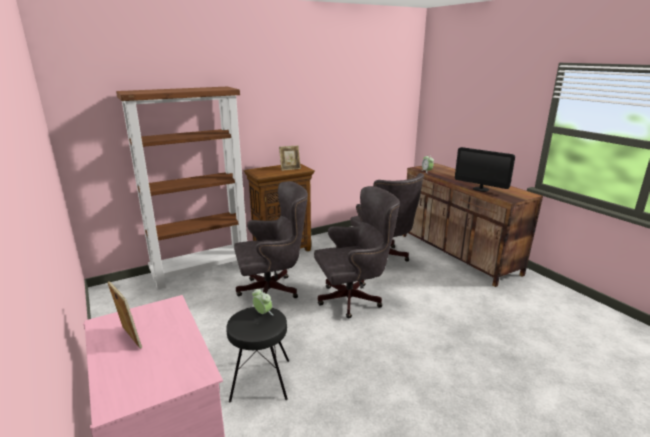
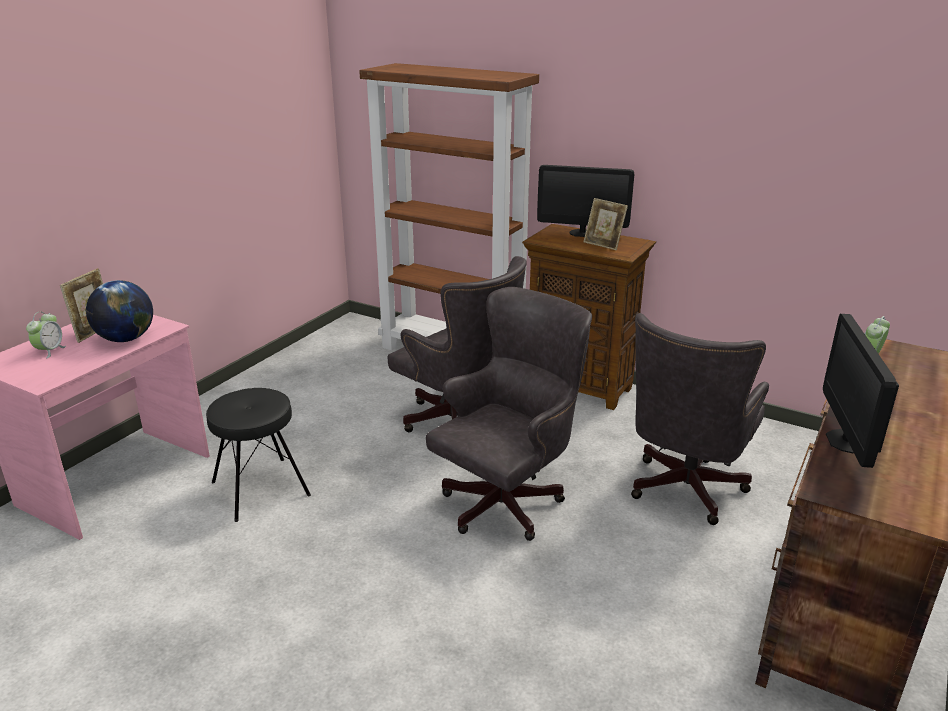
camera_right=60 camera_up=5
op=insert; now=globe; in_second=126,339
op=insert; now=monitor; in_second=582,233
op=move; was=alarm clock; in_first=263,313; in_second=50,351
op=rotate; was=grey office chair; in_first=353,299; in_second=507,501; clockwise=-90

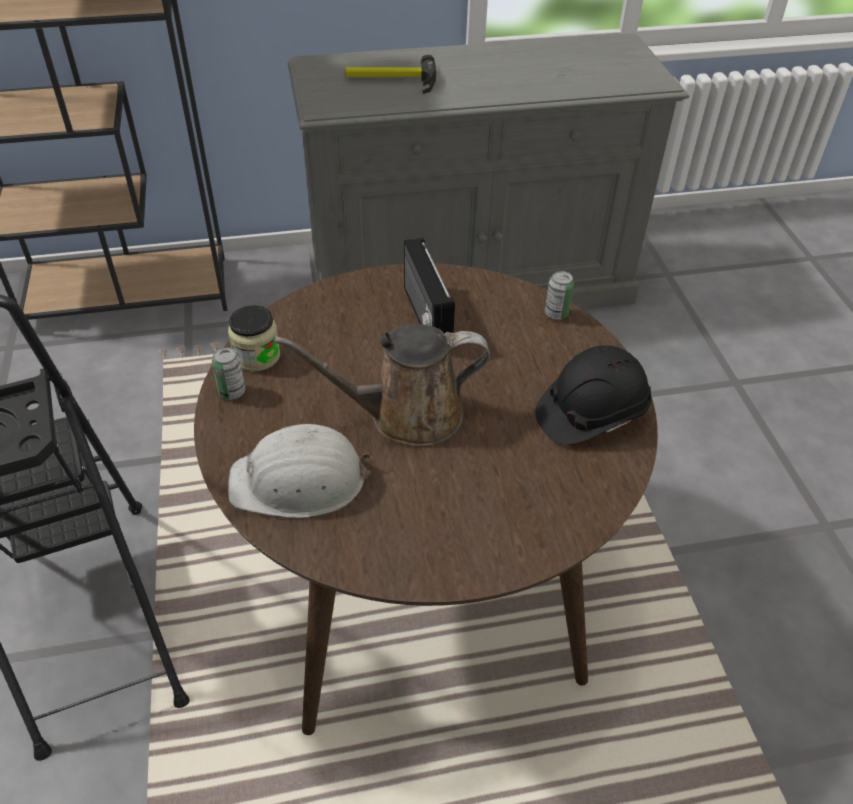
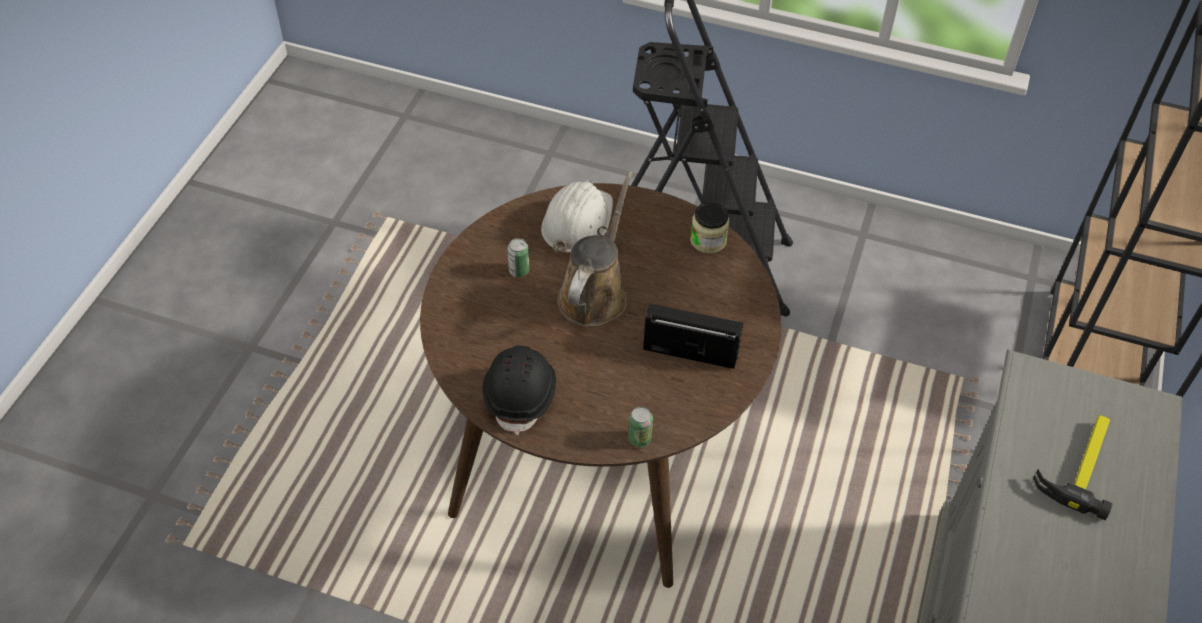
camera_right=120 camera_up=5
op=move; was=can; in_first=232,392; in_second=519,270

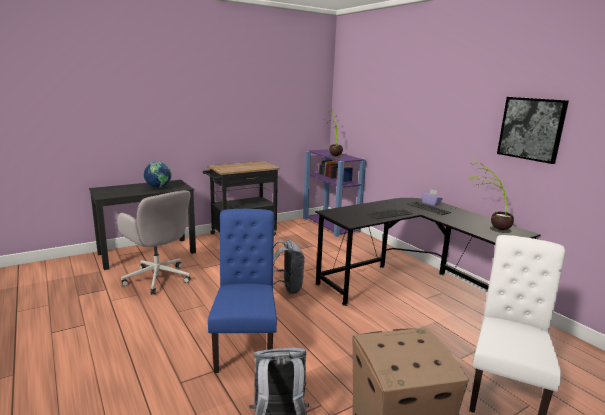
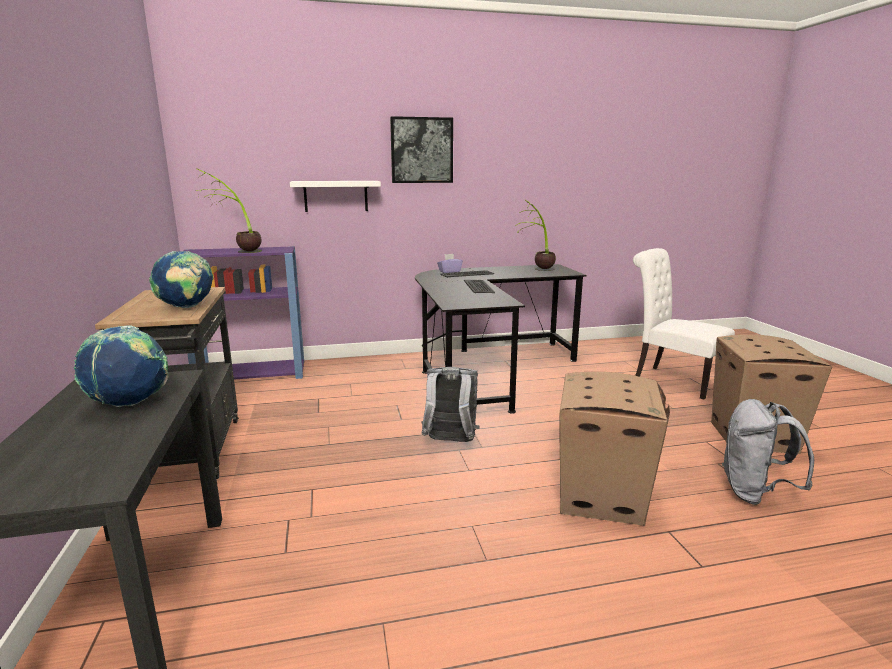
camera_right=-70 camera_up=0
op=delete; was=grey office chair; in_first=158,279
op=insert; now=globe; in_second=186,307
op=insert; now=white shelf; in_second=336,196
op=move; was=picture; in_first=531,129; in_second=421,150
op=replace; was=blue chair; now=cardboard box; in_first=245,344; in_second=602,496

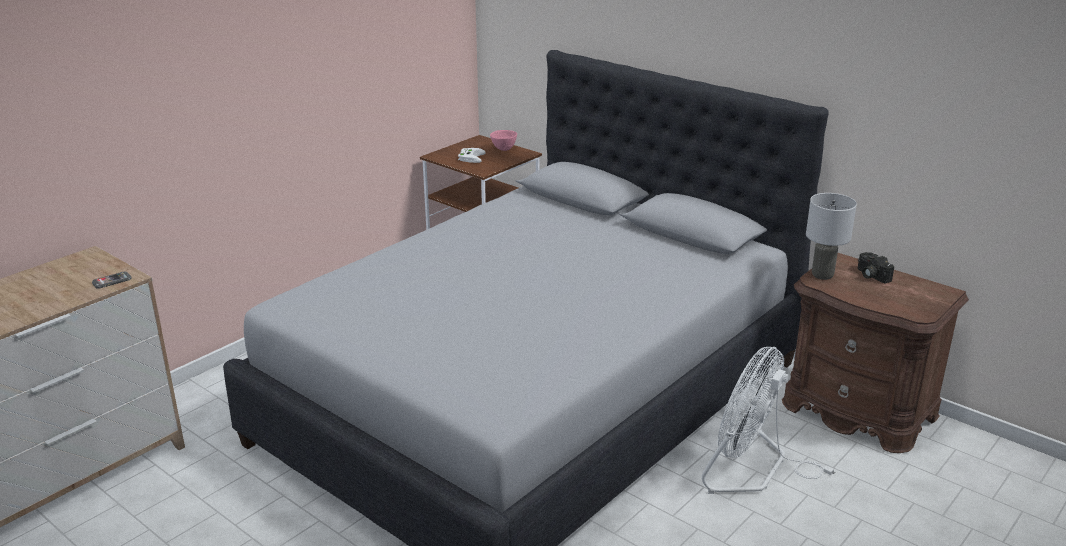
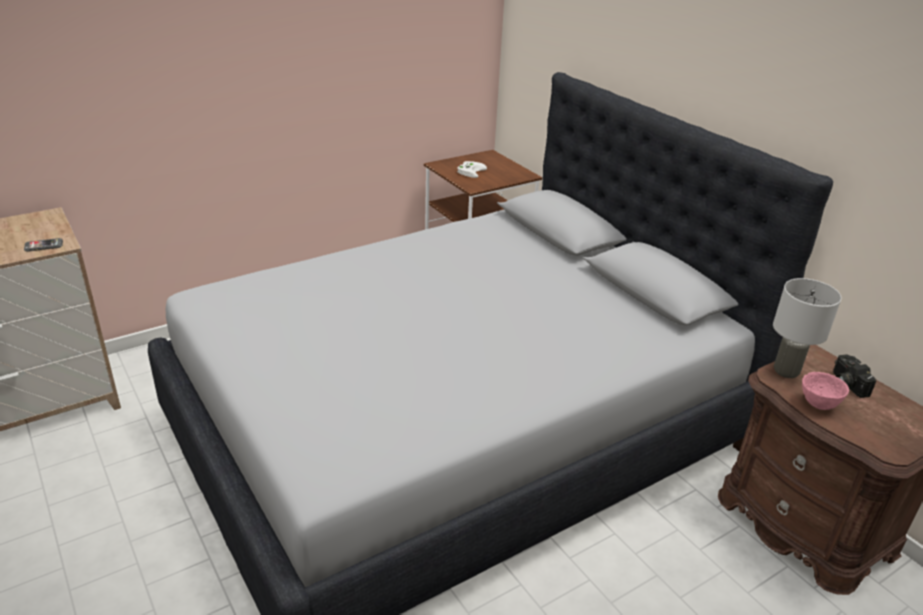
camera_right=15 camera_up=5
op=delete; was=white fan; in_first=758,465
op=move; was=pink bowl; in_first=504,149; in_second=819,405

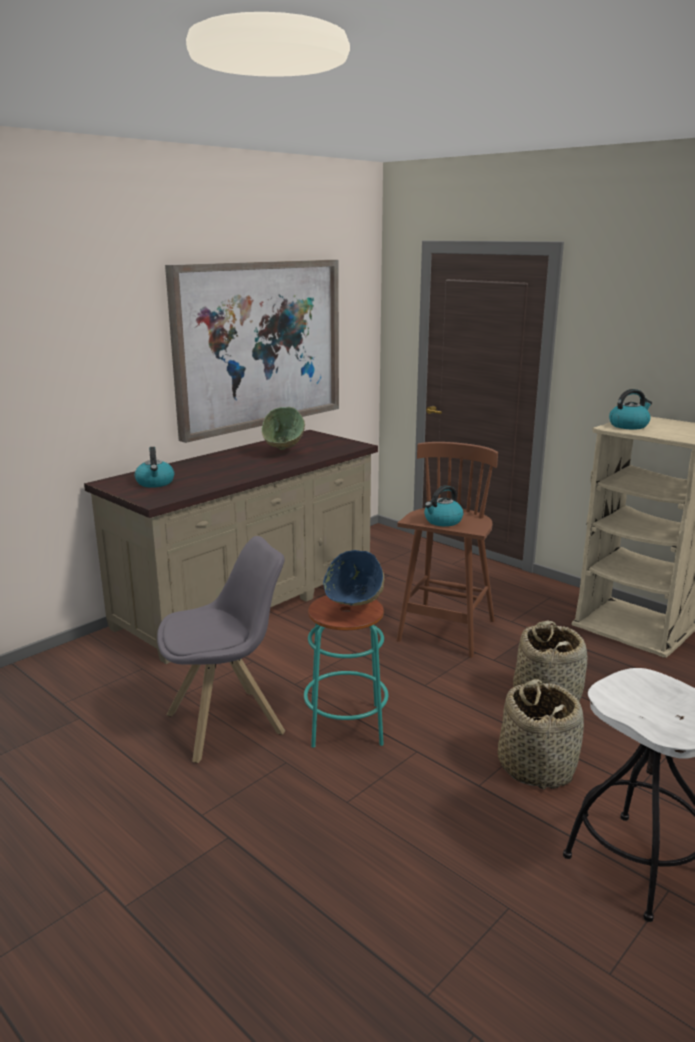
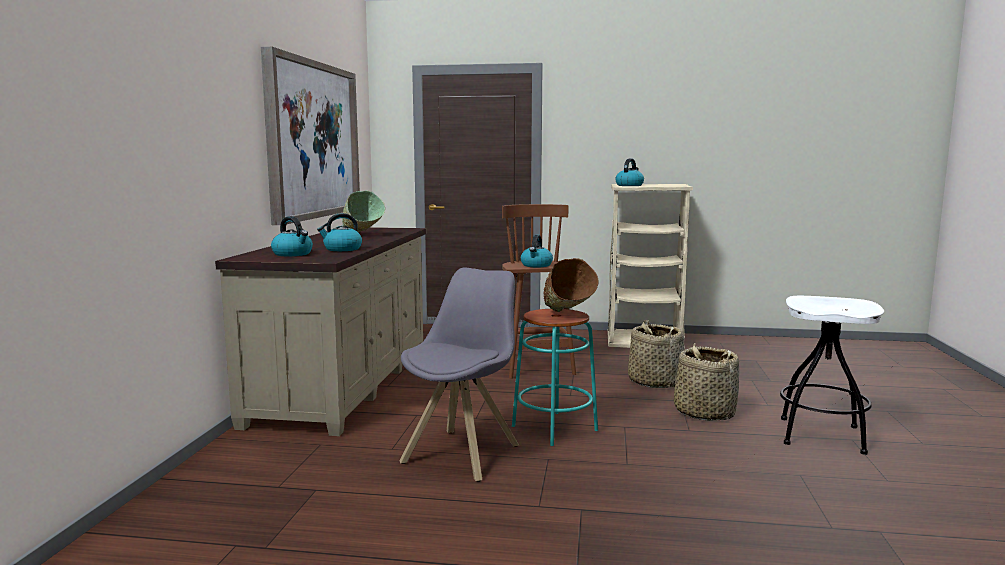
camera_right=-35 camera_up=-10
op=insert; now=kettle; in_second=342,249
op=recolor; was=blue bowl; now=brown bowl; in_first=357,612; in_second=567,315

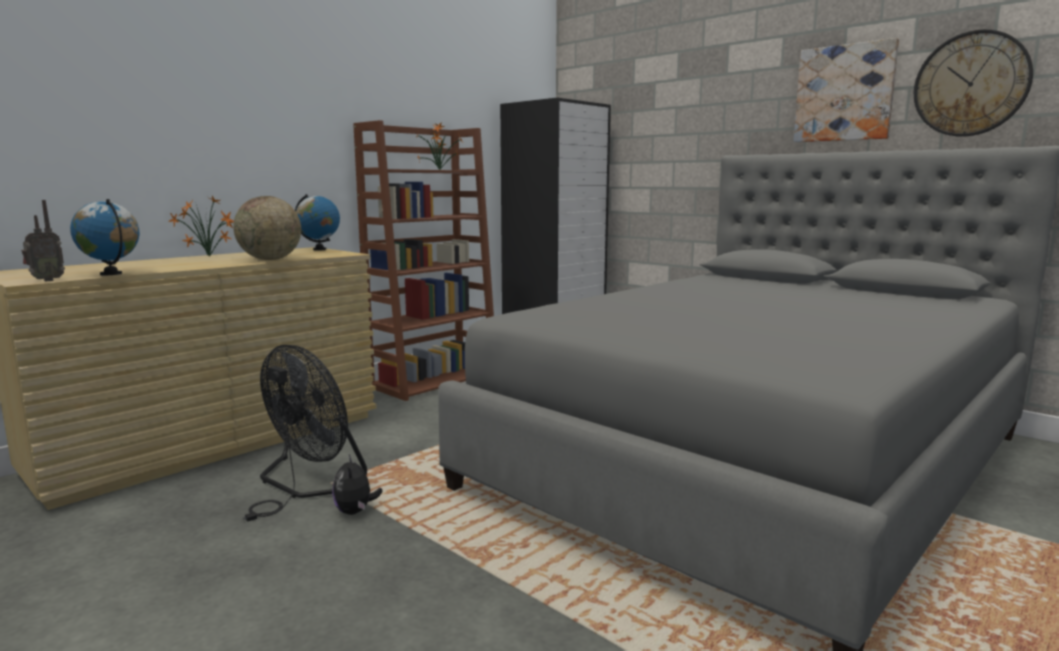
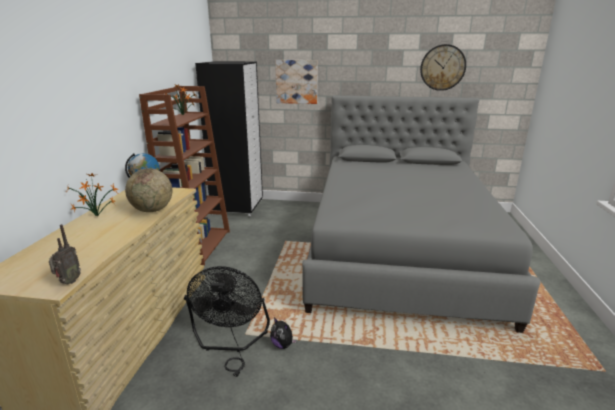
camera_right=-35 camera_up=10
op=delete; was=globe; in_first=111,274
op=move; was=picture; in_first=844,93; in_second=296,81

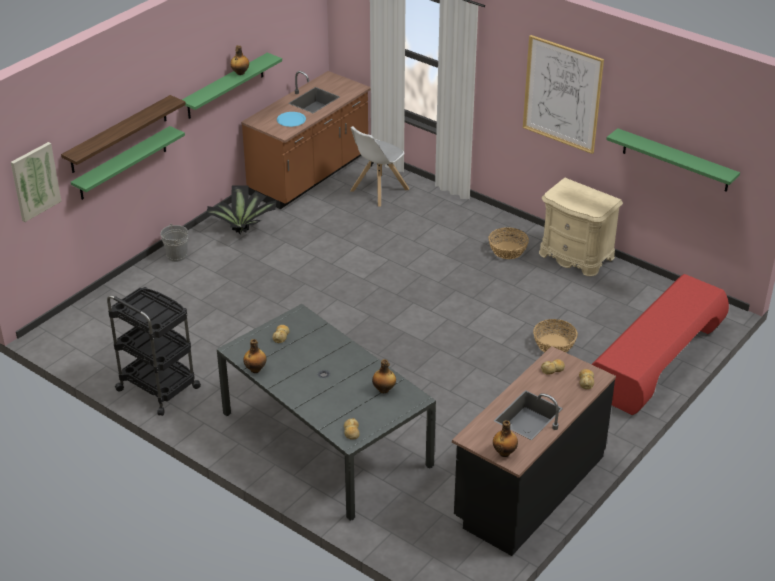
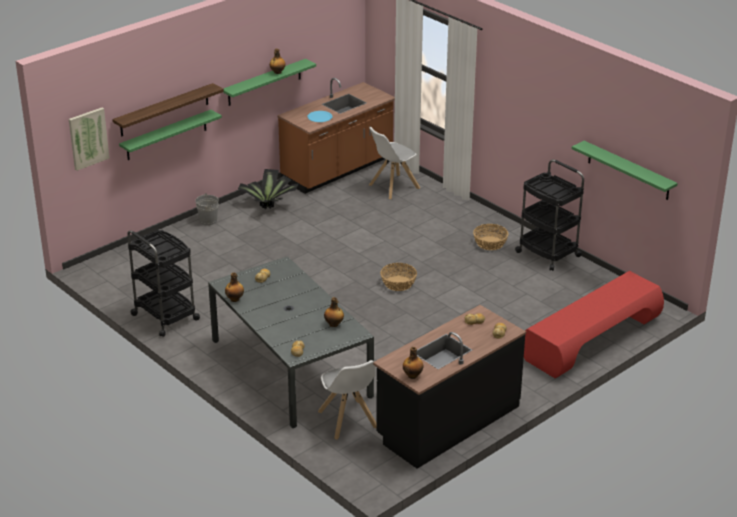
camera_right=10 camera_up=-5
op=delete; was=picture; in_first=562,94
op=insert; now=chair; in_second=348,421
op=move; was=basket; in_first=554,344; in_second=398,283
op=replace; was=beige nightstand; now=black cart; in_first=575,257; in_second=547,254

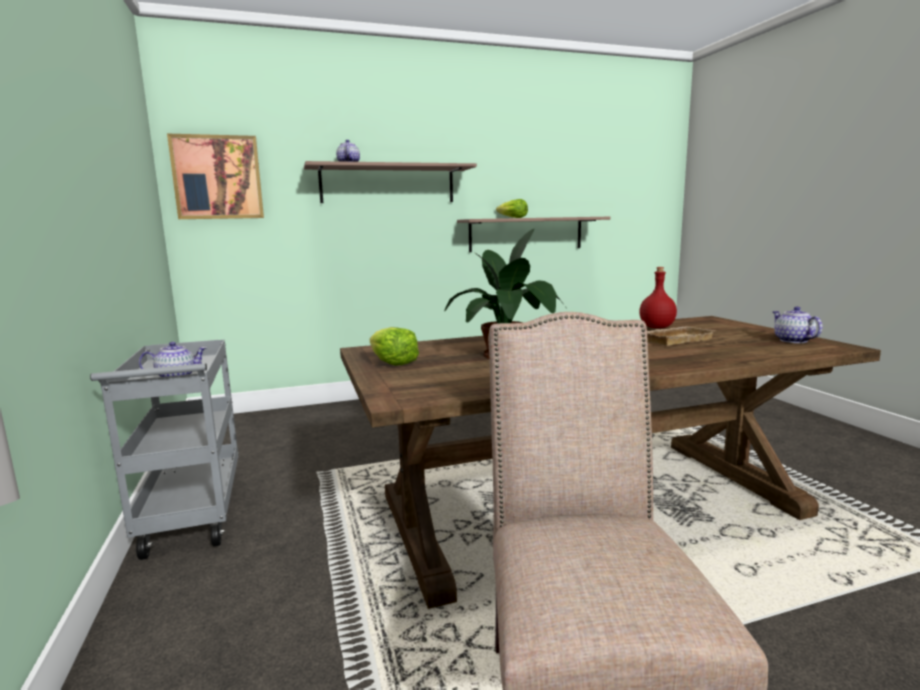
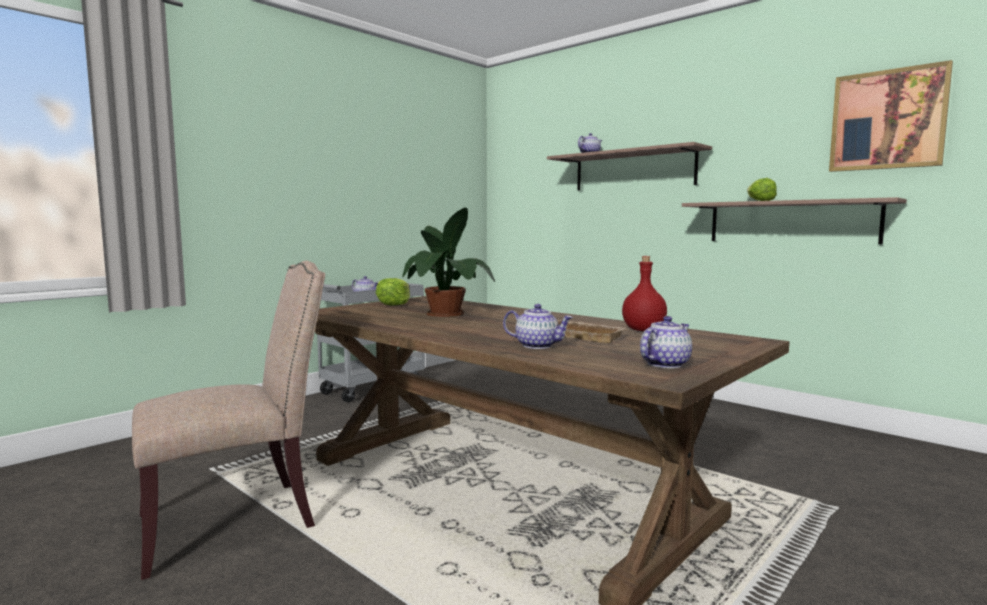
camera_right=60 camera_up=-5
op=insert; now=teapot; in_second=537,345
op=move; was=picture; in_first=217,177; in_second=887,120

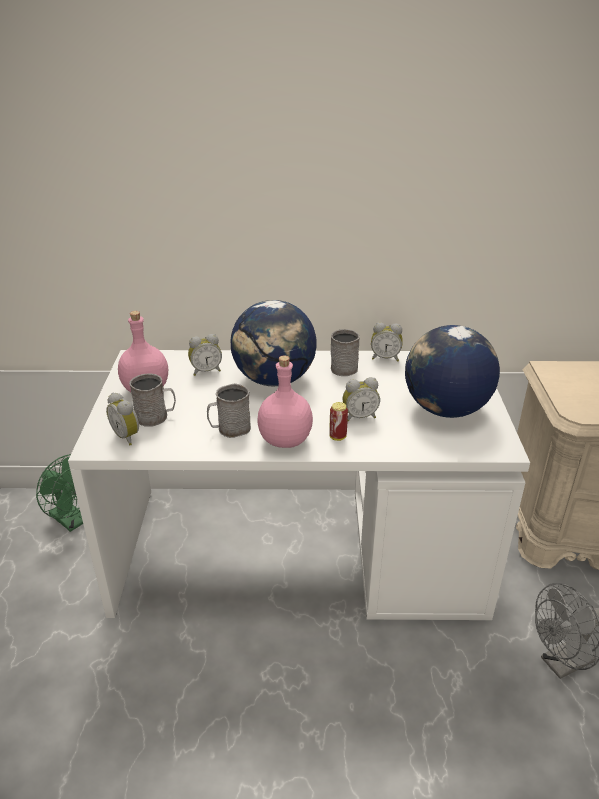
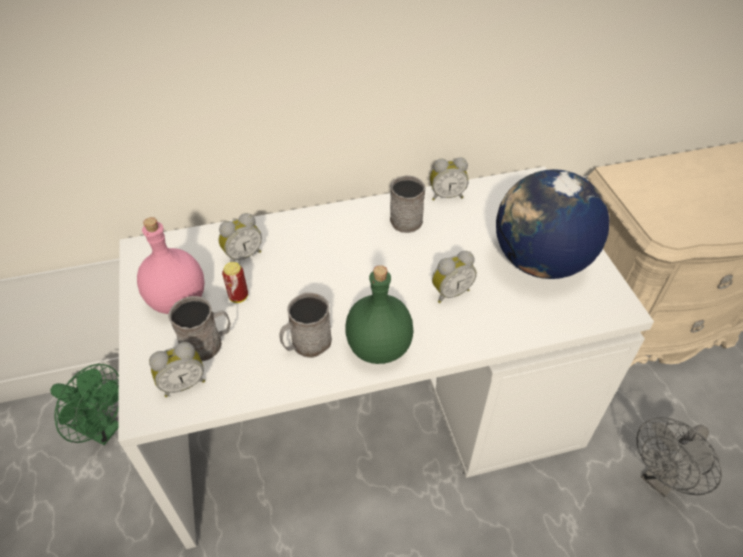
camera_right=-15 camera_up=15
op=delete; was=globe; in_first=274,380
op=move; was=can; in_first=337,437; in_second=238,297
op=recolor; was=pink bottle; now=green bottle; in_first=284,441; in_second=378,348
op=rotate; was=alarm clock; in_first=128,436; in_second=183,383; clockwise=-60

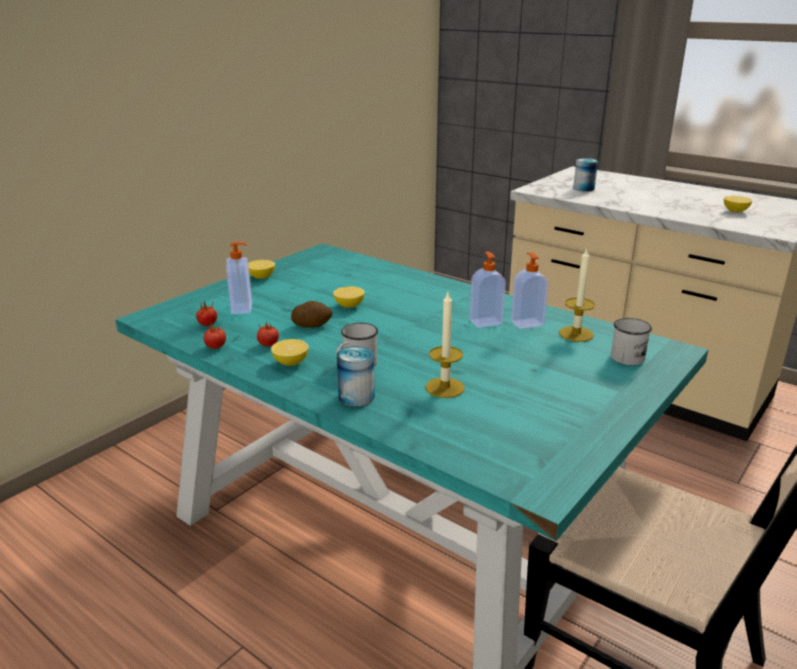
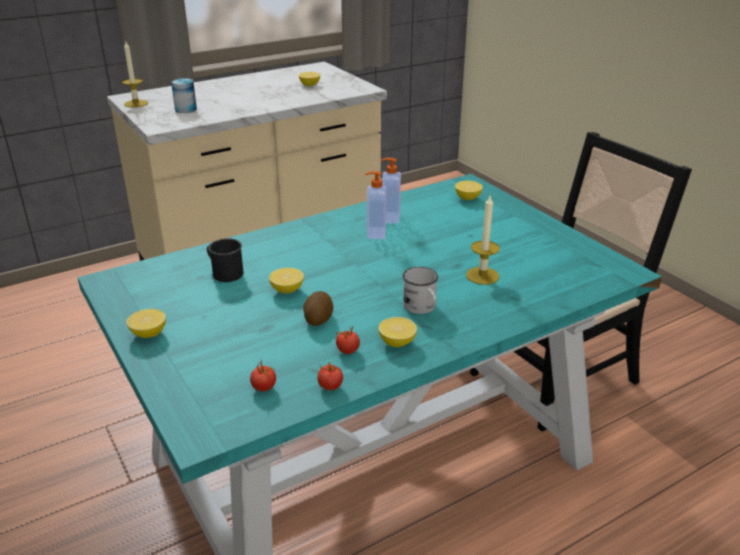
camera_right=-70 camera_up=5
op=delete; was=soap dispenser; in_first=243,308
op=delete; was=can; in_first=356,396
op=insert; now=black mug; in_second=224,273
op=move; was=candle; in_first=576,334; in_second=136,103
op=replace; was=white mug; now=lemon; in_first=630,355; in_second=467,198

